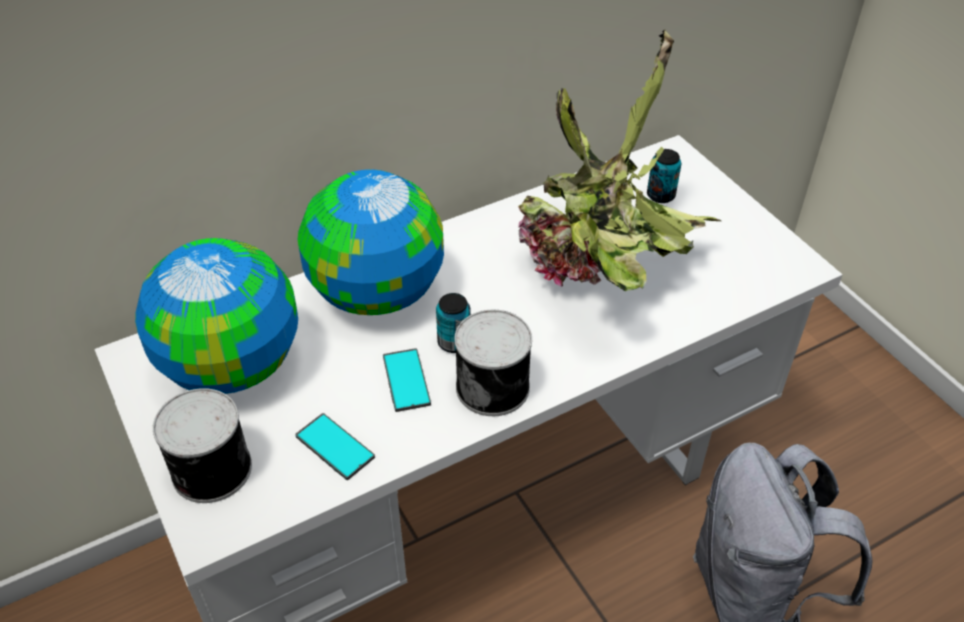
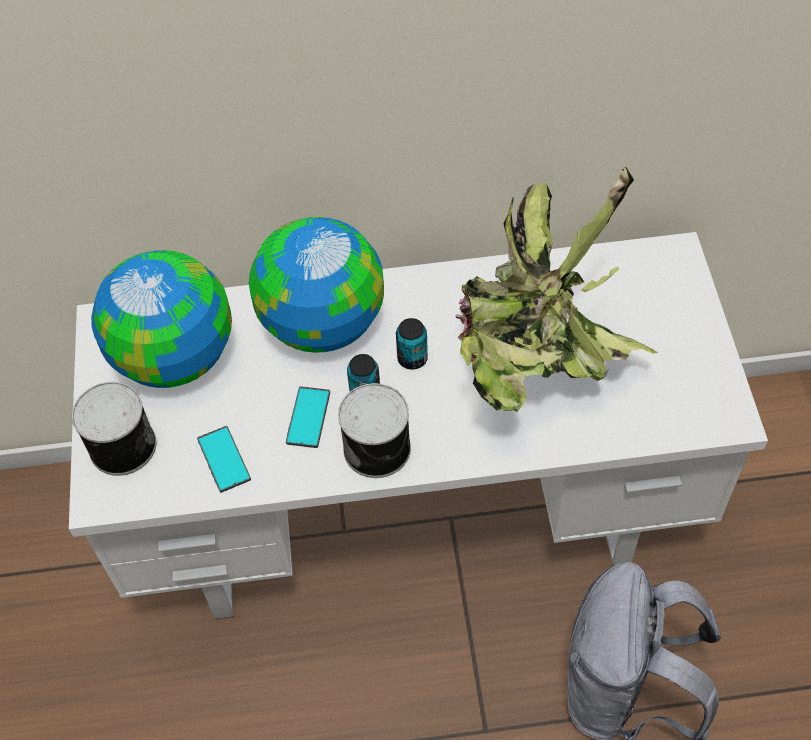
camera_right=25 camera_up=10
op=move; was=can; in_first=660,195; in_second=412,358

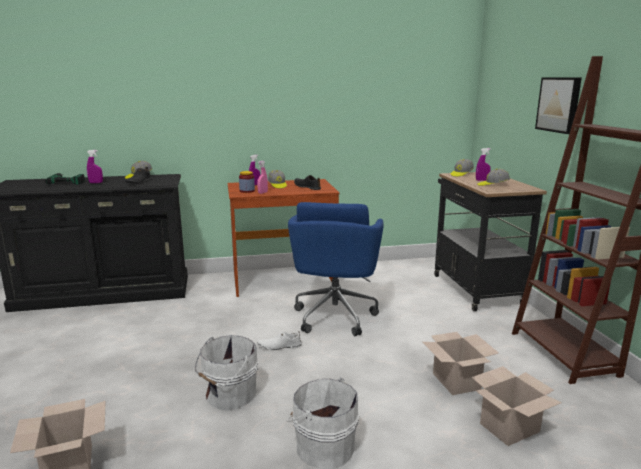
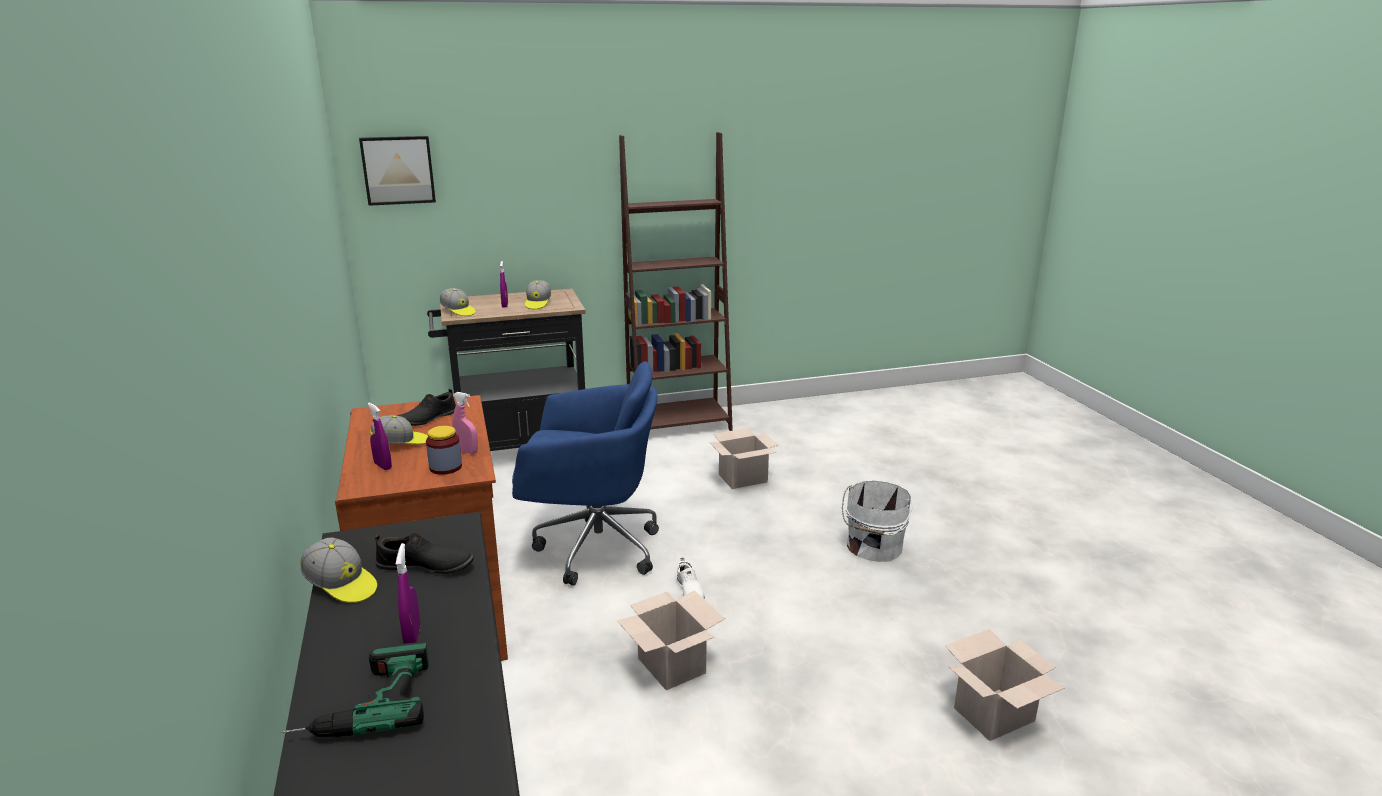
camera_right=-95 camera_up=5
op=delete; was=white bucket; in_first=228,395
op=move; was=cardboard box; in_first=509,426; in_second=669,665
op=move; was=picture; in_first=559,104; in_second=398,170

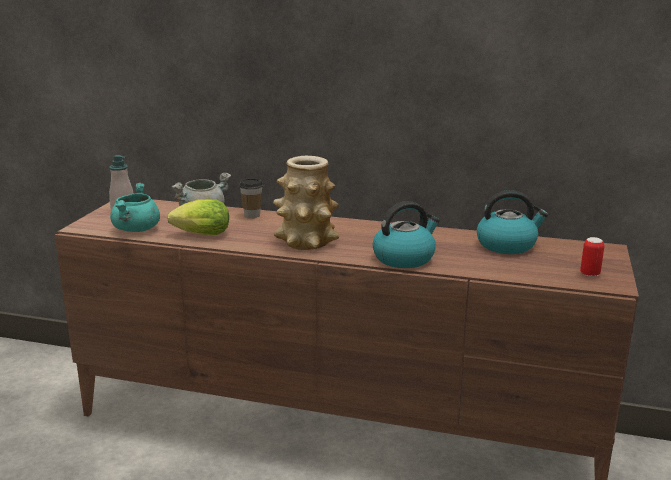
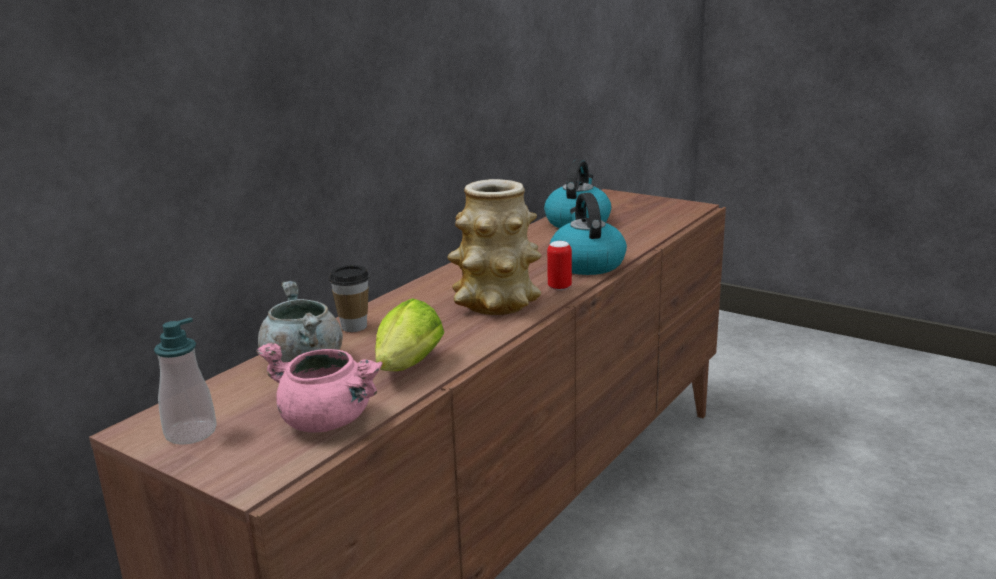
camera_right=-70 camera_up=0
op=move; was=can; in_first=589,274; in_second=559,287
op=recolor; was=turquoise cooking pot; now=pink cooking pot; in_first=136,230; in_second=328,421

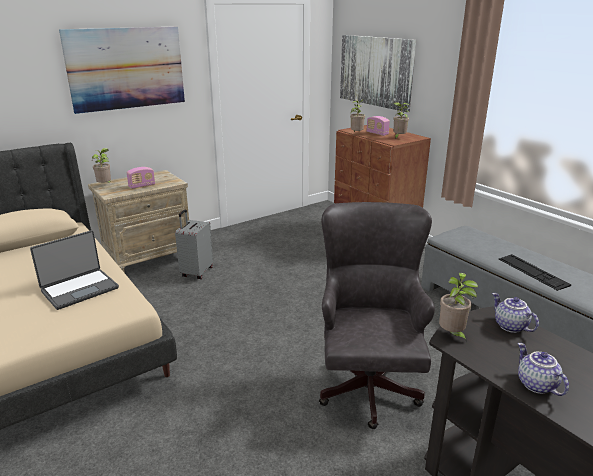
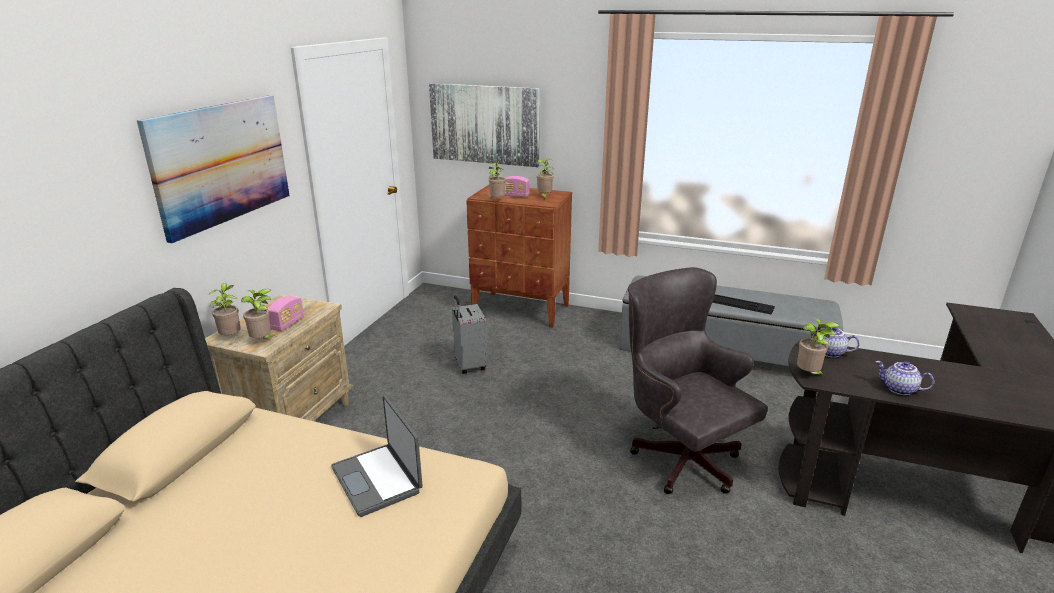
camera_right=-35 camera_up=0
op=insert; now=potted plant; in_second=263,341
op=move; was=grey suitcase; in_first=196,272; in_second=469,365
op=rotate; was=laptop; in_first=79,289; in_second=378,479; clockwise=135

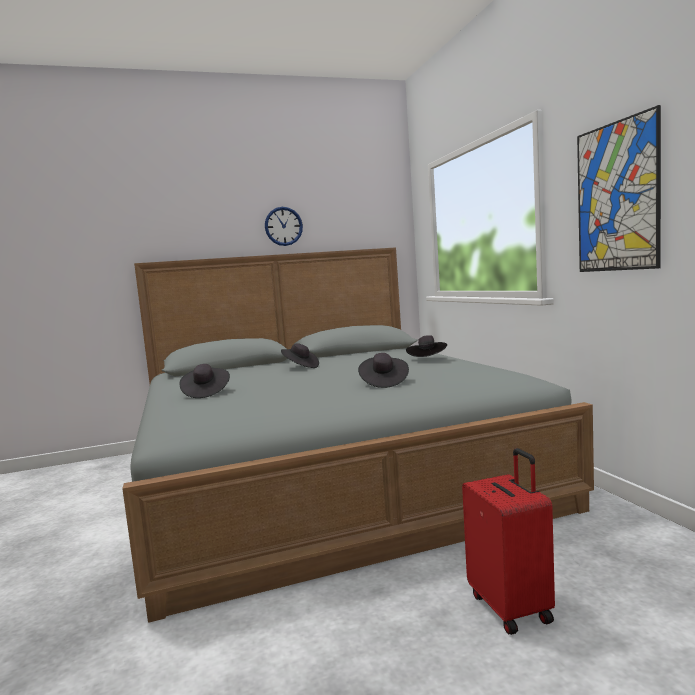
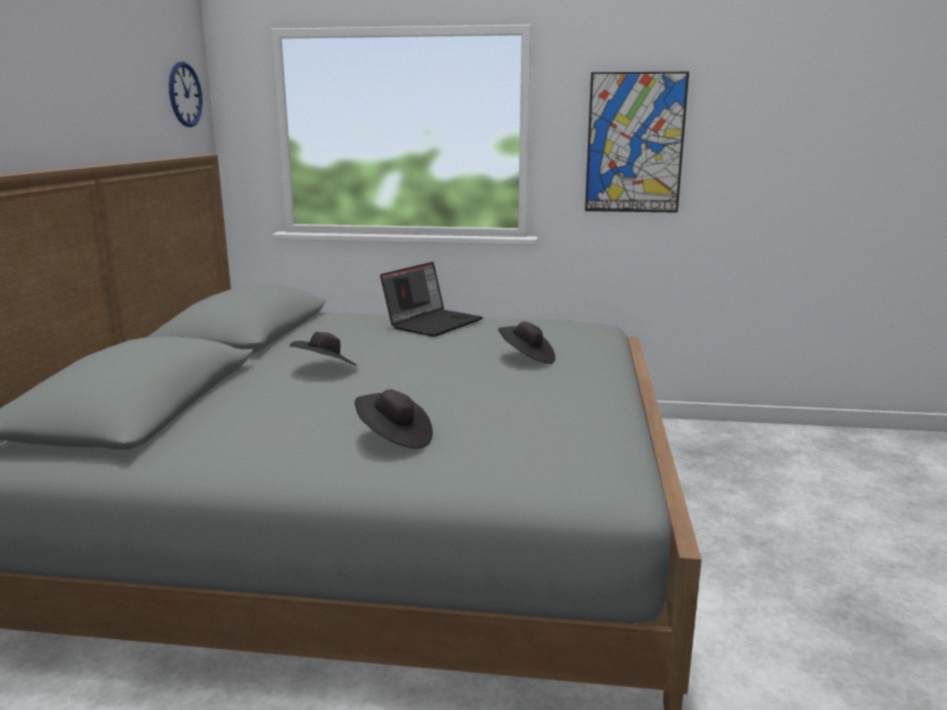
camera_right=-65 camera_up=10
op=delete; was=red suitcase; in_first=512,607
op=move; was=wall clock; in_first=283,226; in_second=185,94
op=replace; was=black hat; now=laptop; in_first=427,359; in_second=433,323

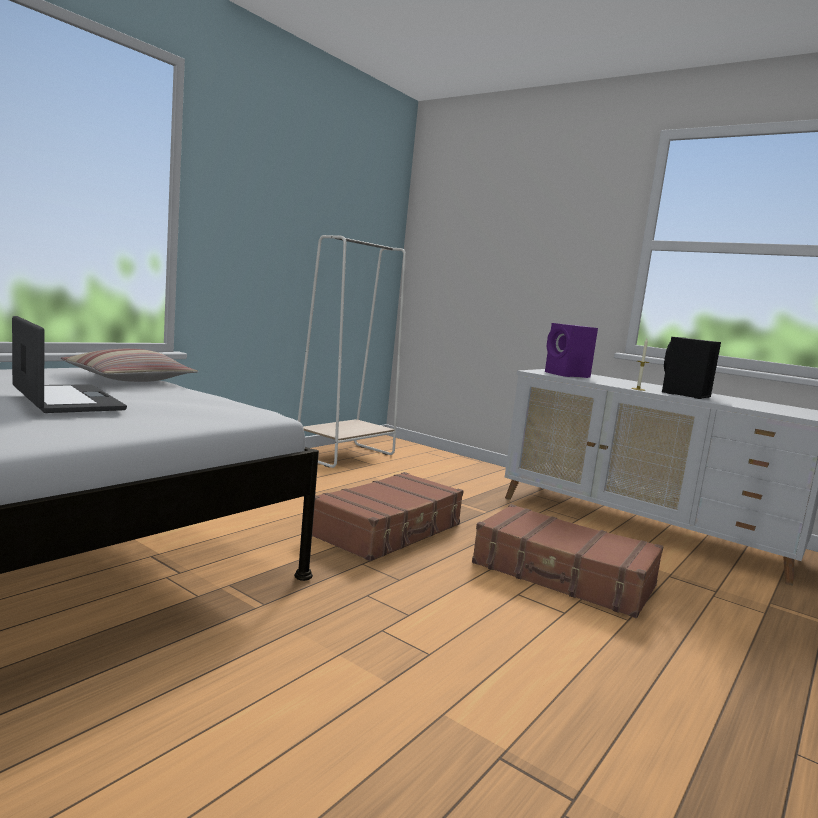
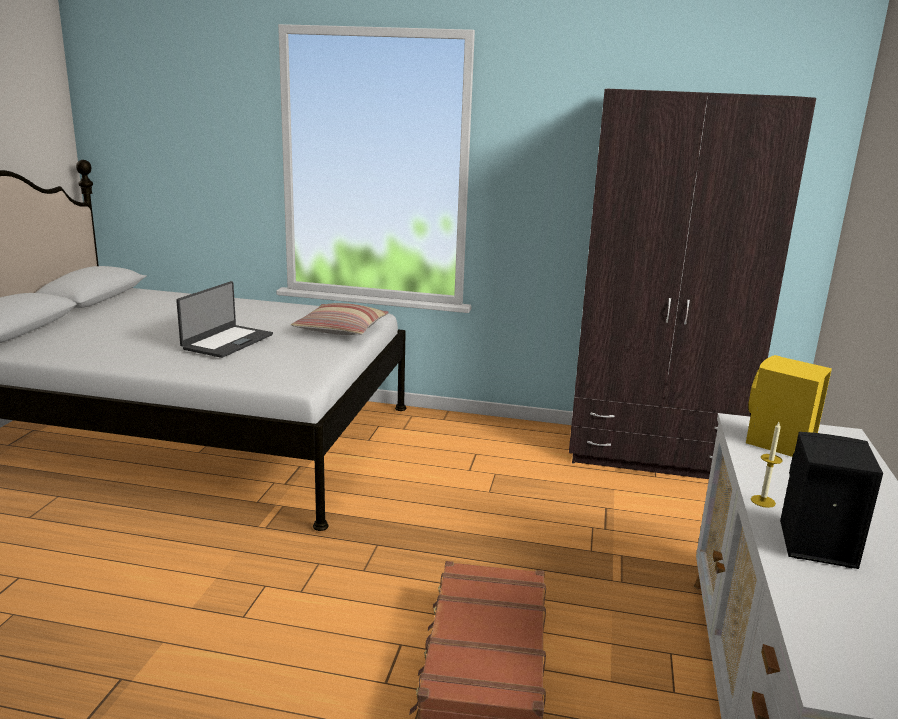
camera_right=65 camera_up=10
op=delete; was=brown suitcase; in_first=389,530
op=replace; was=clothes rack; now=brown wardrobe; in_first=345,456; in_second=653,456
op=recolor; was=purple speaker; now=yellow speaker; in_first=567,375; in_second=778,444

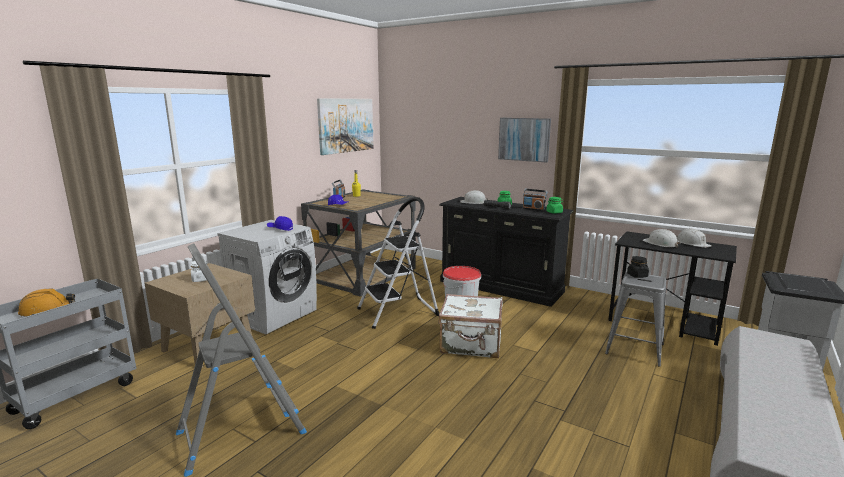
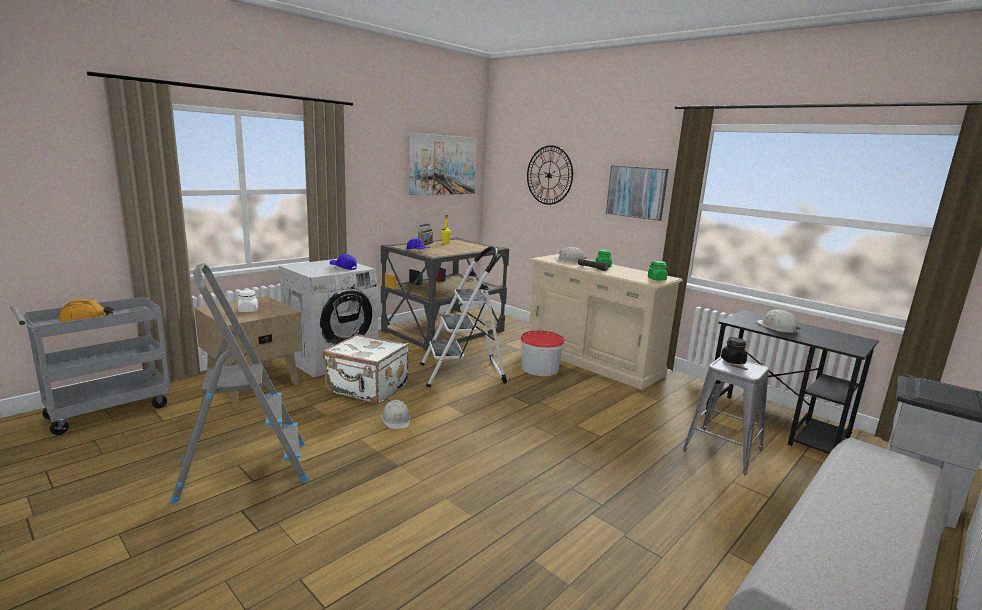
camera_right=10 camera_up=0
op=delete; was=radio; in_first=533,209
op=insert; now=wall clock; in_second=549,175
op=move; was=white suitcase; in_first=471,345; in_second=367,389
op=move; was=white hard hat; in_first=692,243; in_second=396,419
op=recolor; was=black cabinet; now=beige cabinet; in_first=501,286; in_second=592,361

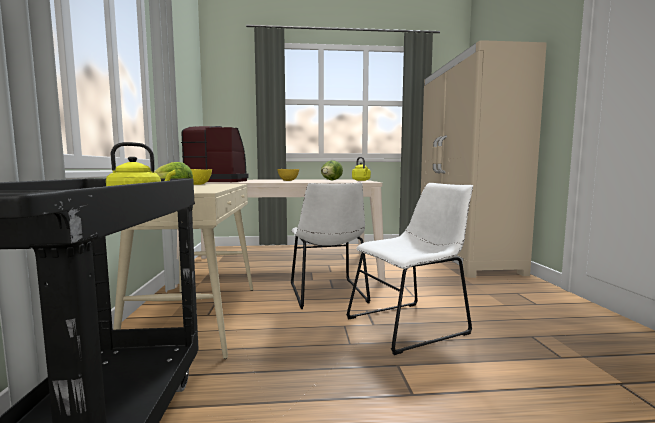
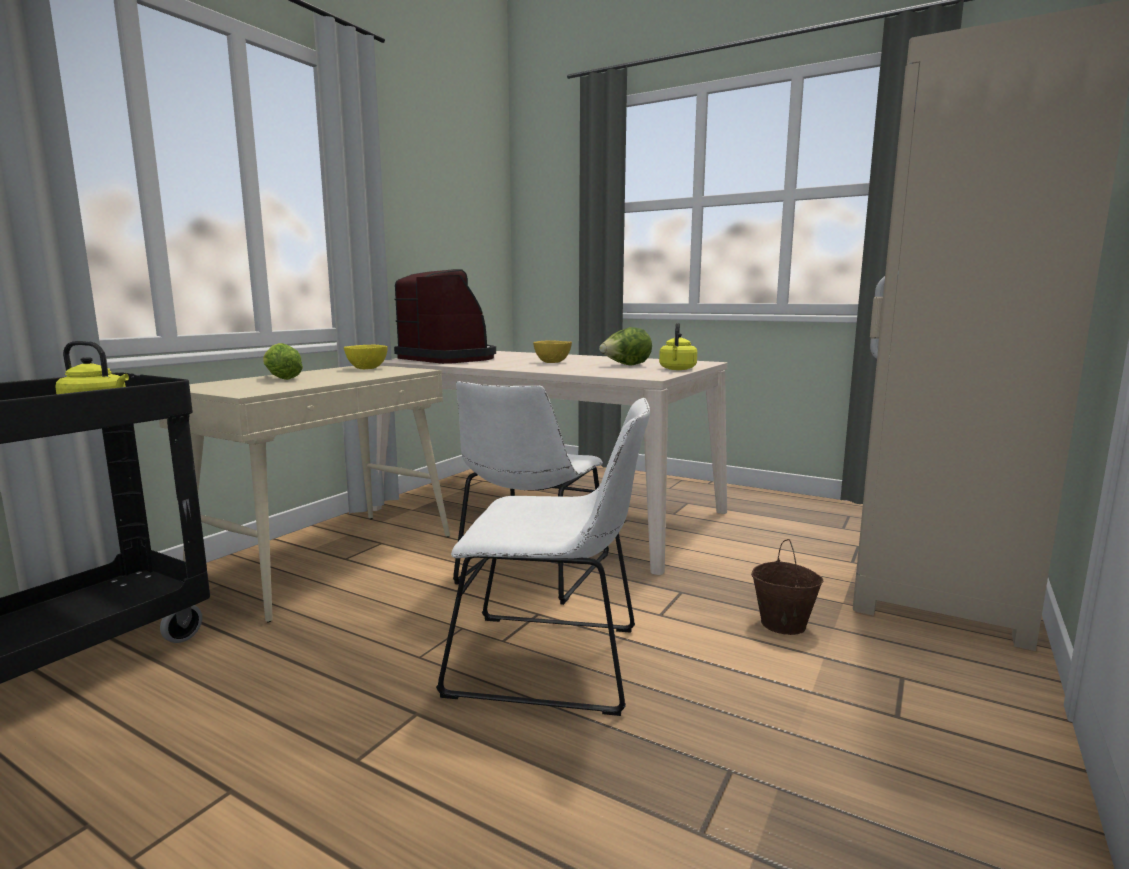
camera_right=35 camera_up=5
op=insert; now=brown bucket; in_second=782,624

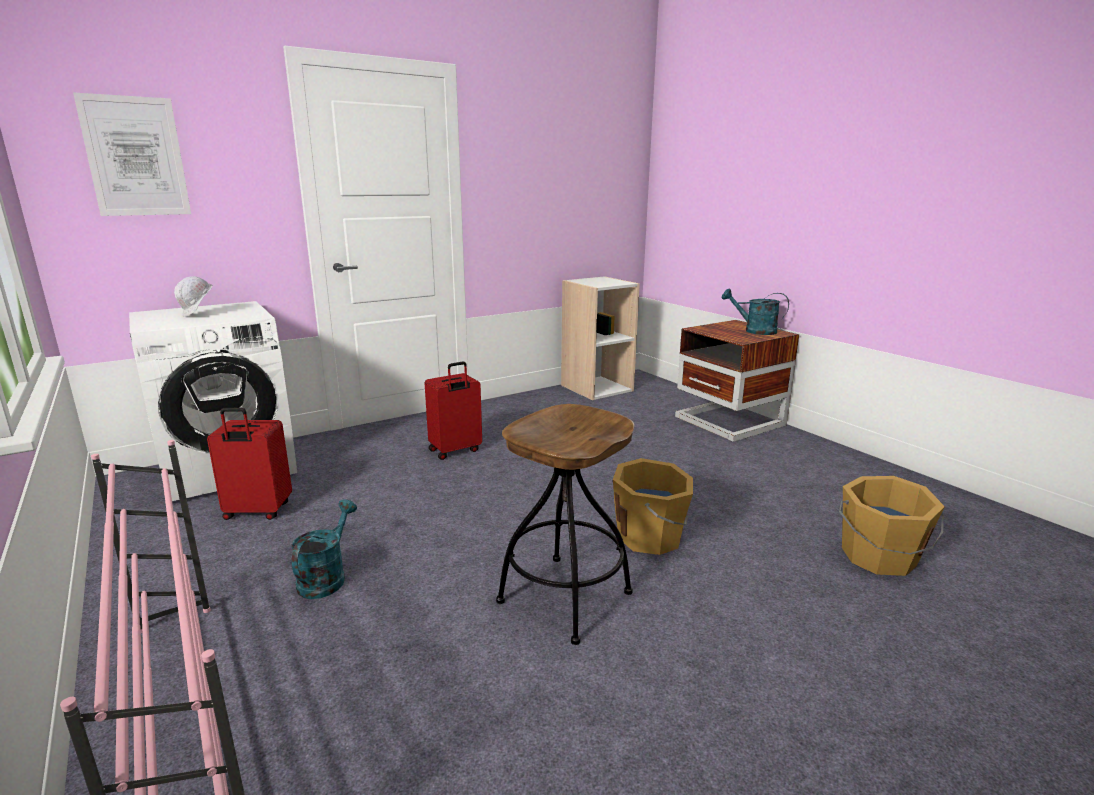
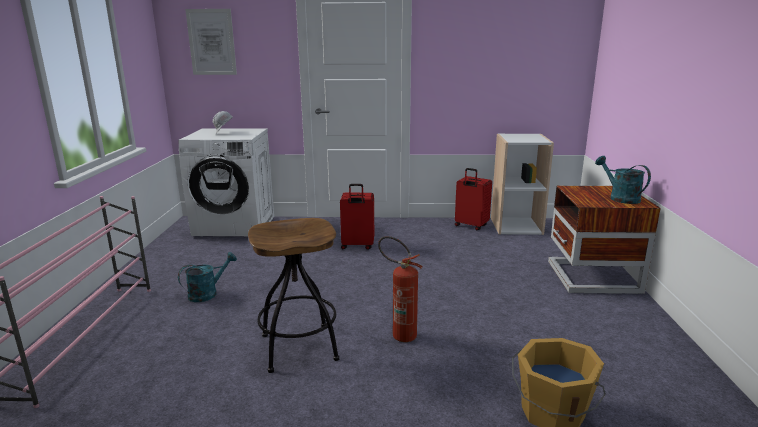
camera_right=35 camera_up=0
op=move; was=red suitcase; in_first=257,512; in_second=471,226
op=replace; was=orange bucket; now=fire extinguisher; in_first=651,537; in_second=399,334

